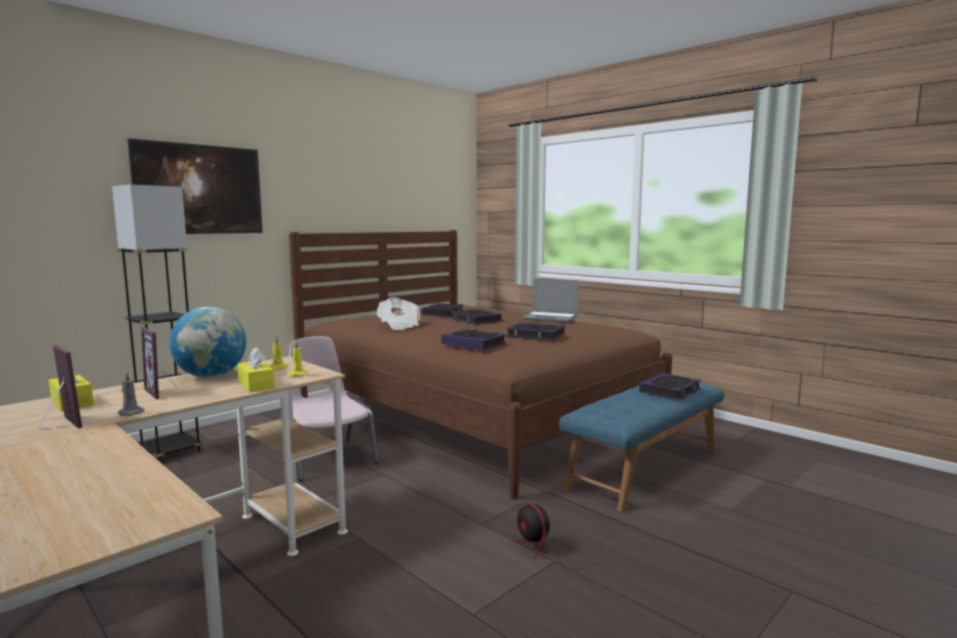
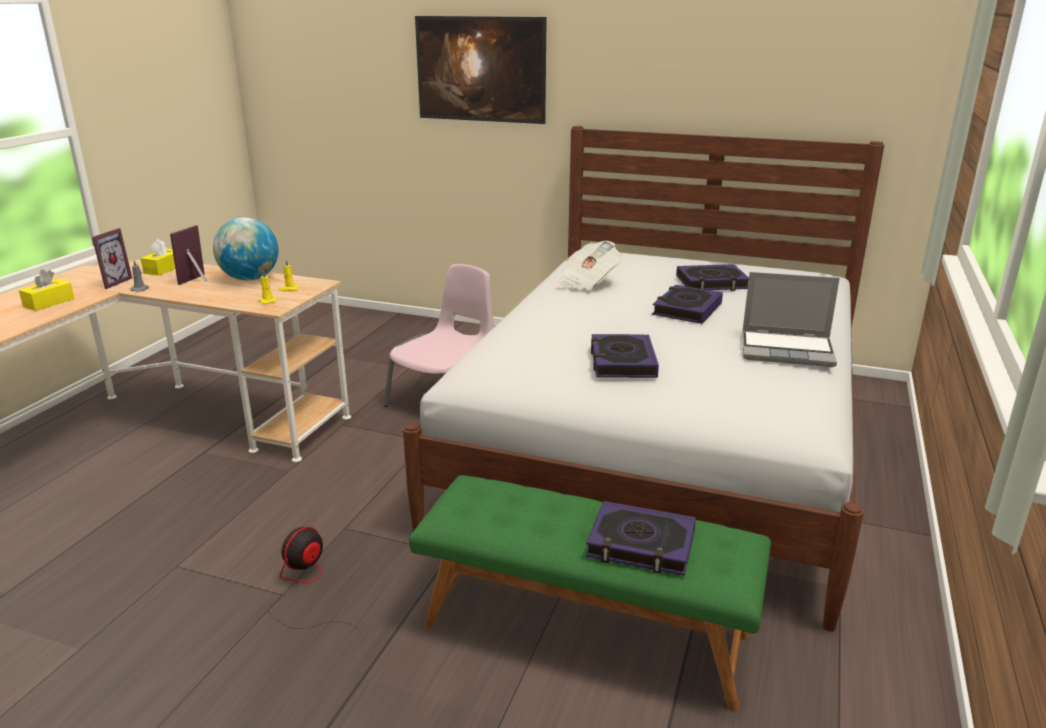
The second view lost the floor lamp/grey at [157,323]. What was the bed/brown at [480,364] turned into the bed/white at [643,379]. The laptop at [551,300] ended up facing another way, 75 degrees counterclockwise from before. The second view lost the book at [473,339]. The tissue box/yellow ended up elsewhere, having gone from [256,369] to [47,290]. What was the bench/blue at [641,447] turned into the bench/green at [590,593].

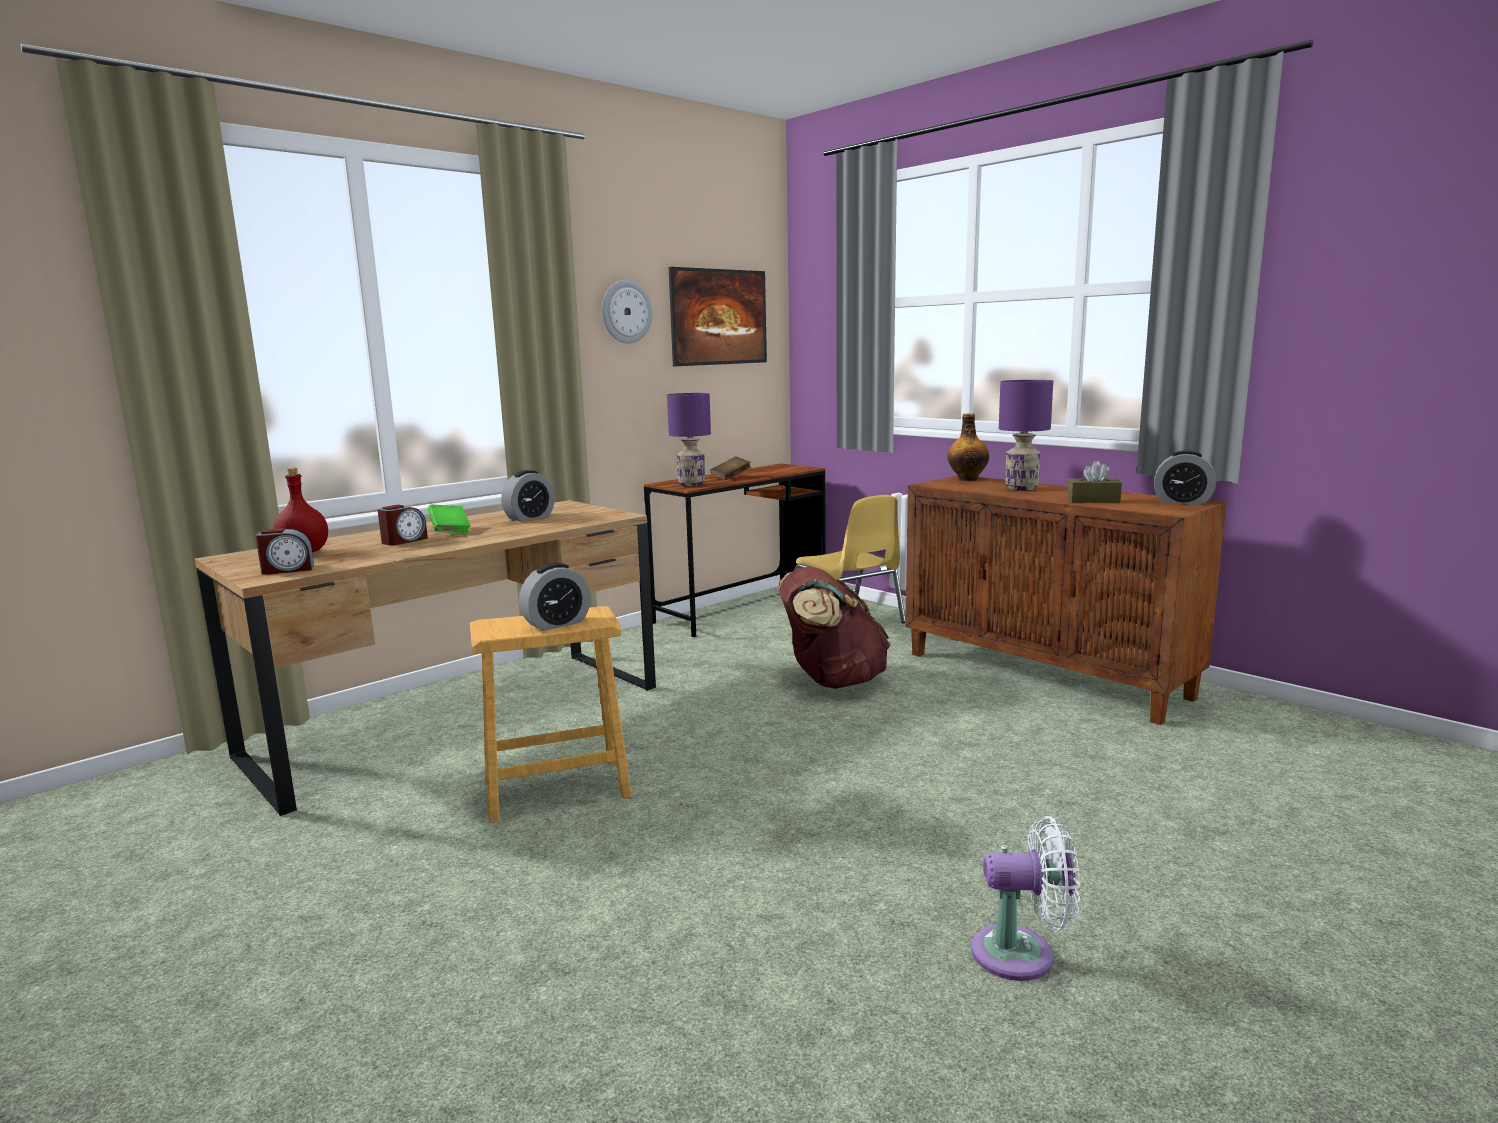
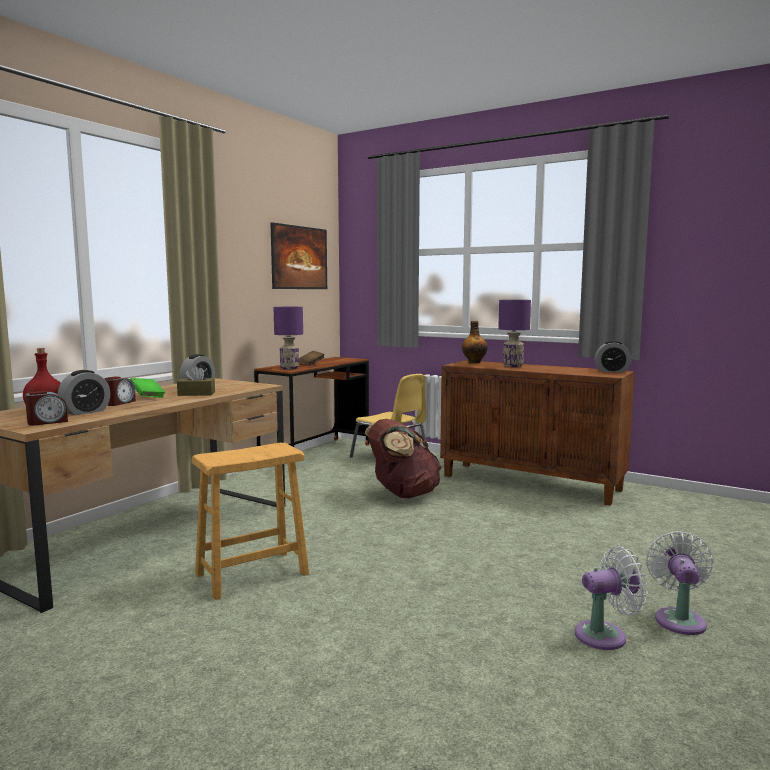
The second view lost the wall clock at [627,312]. The tissue box/brown ended up elsewhere, having gone from [1094,482] to [196,381]. The alarm clock ended up elsewhere, having gone from [555,597] to [84,392]. The second view gained the fan/white at [680,583].

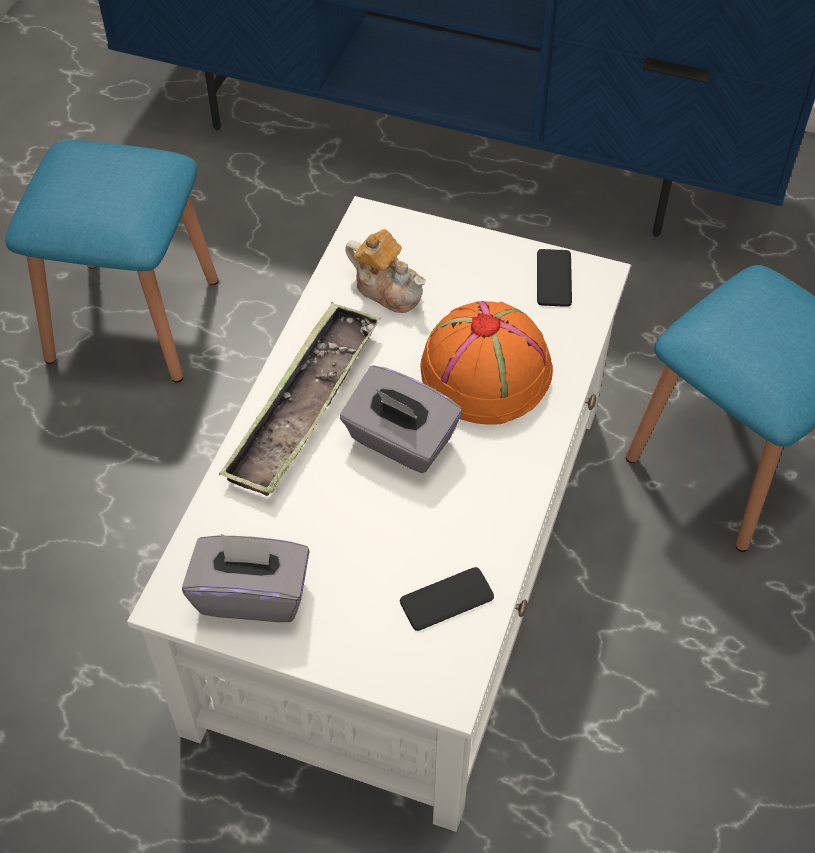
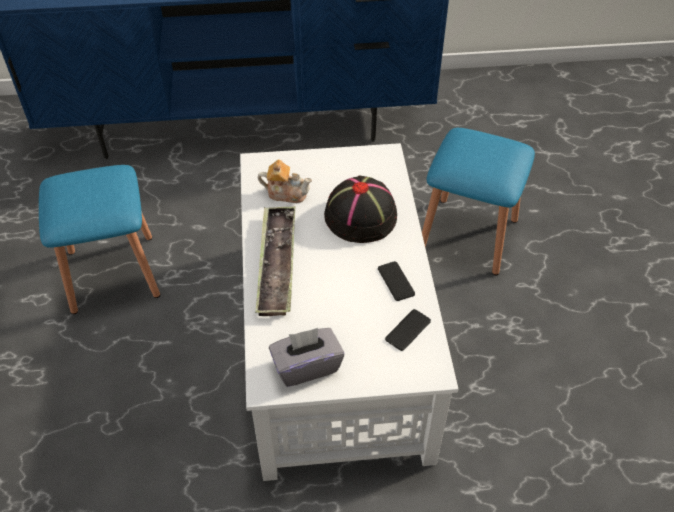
The phone ended up elsewhere, having gone from [554,278] to [396,281]. What was the hat/orange at [486,363] turned into the hat/black at [360,209]. The second view lost the tissue box/grey at [401,419].

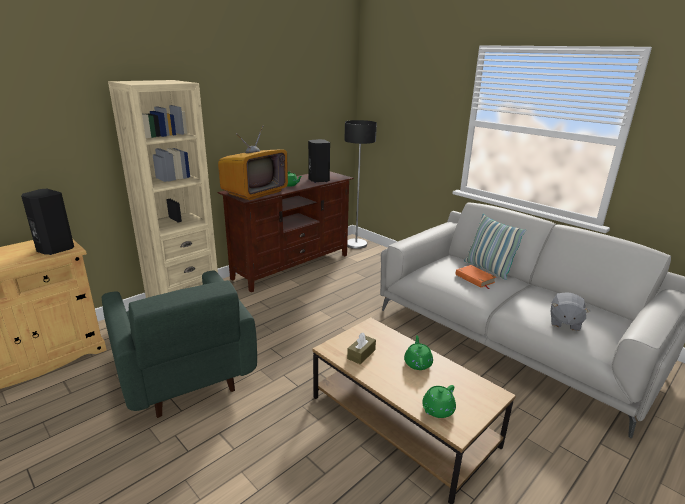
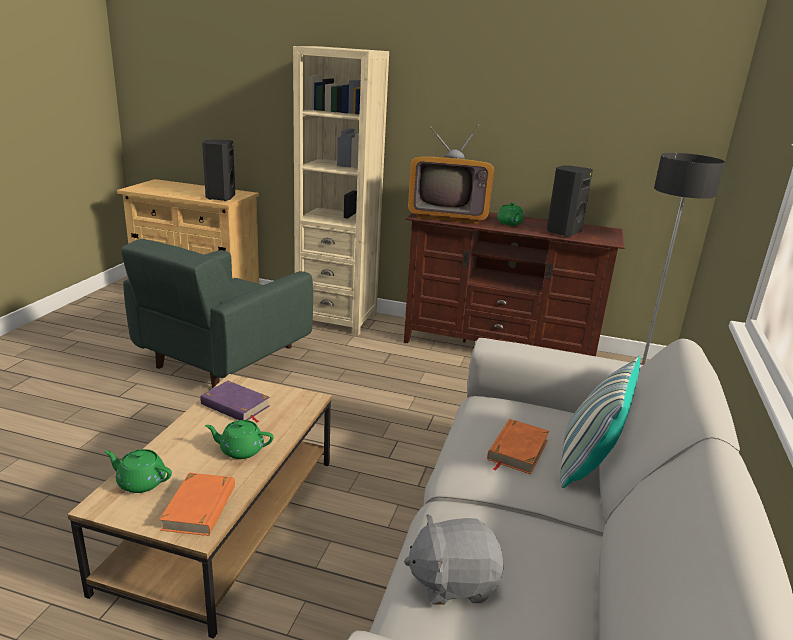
Where the tissue box/brown stood at [361,349], the book/purple came to stand at [235,402]. The teapot/green at [418,352] ended up facing another way, 150 degrees counterclockwise from before. The second view gained the book/orange at [197,504].

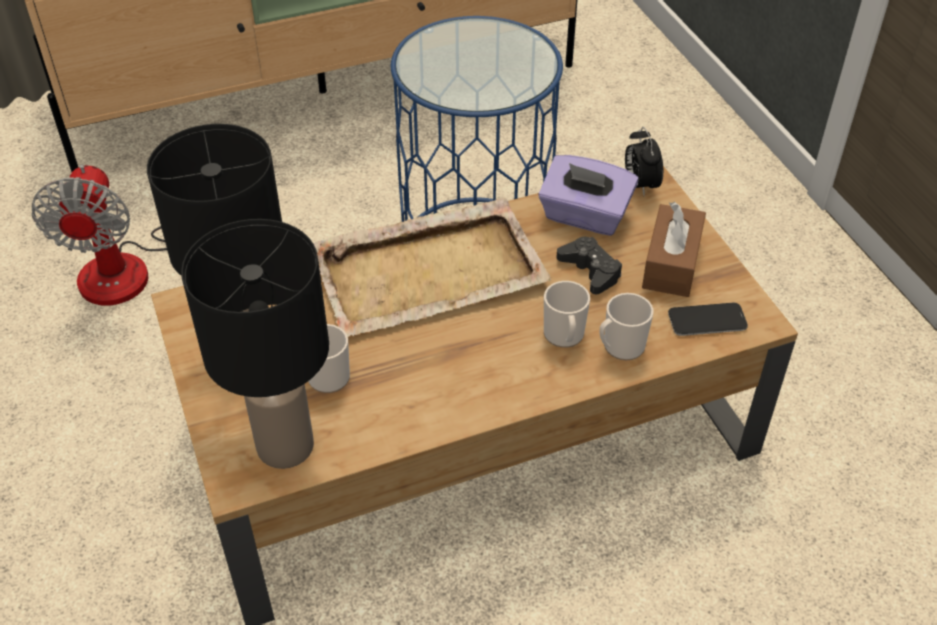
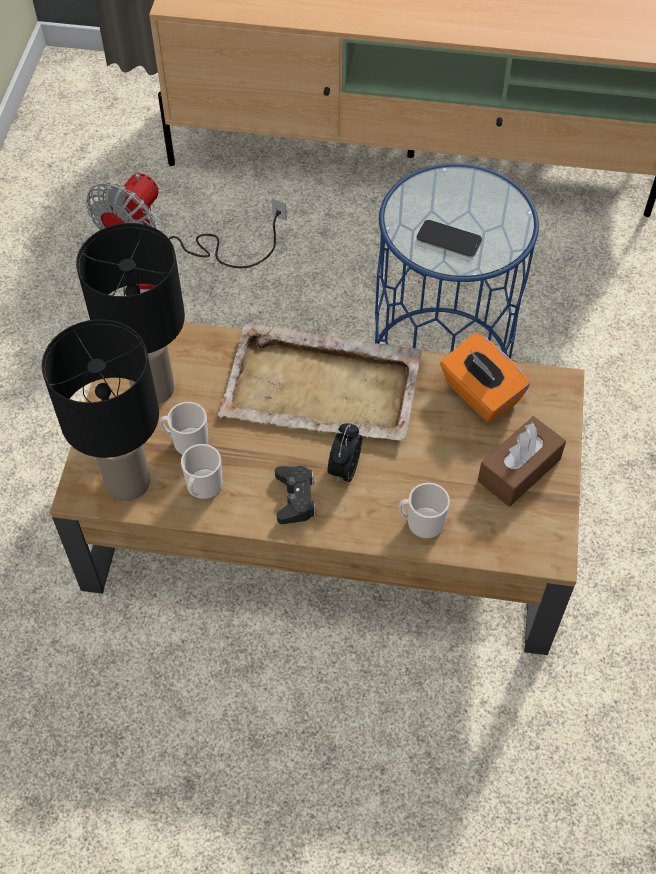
The alarm clock ended up elsewhere, having gone from [644,161] to [345,453]. What was the tissue box/purple at [588,195] turned into the tissue box/orange at [485,377]. The game controller/black ended up elsewhere, having gone from [589,265] to [295,495]. The mug ended up elsewhere, having gone from [567,314] to [202,471]. The phone ended up elsewhere, having gone from [708,319] to [449,239].

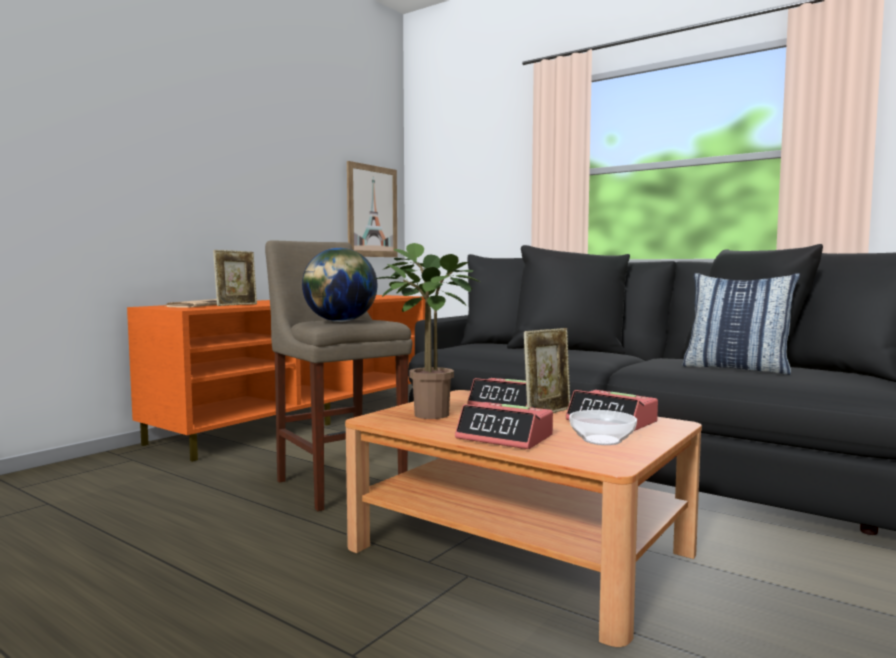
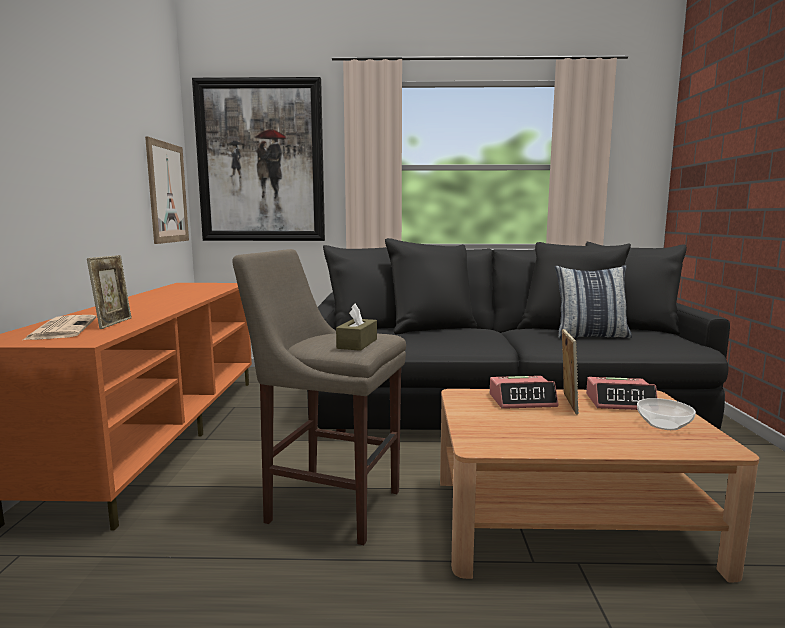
The second view lost the potted plant at [427,331]. Where the globe stood at [339,285], the tissue box/brown came to stand at [356,327]. The second view lost the alarm clock at [504,425]. The second view gained the picture at [258,159].

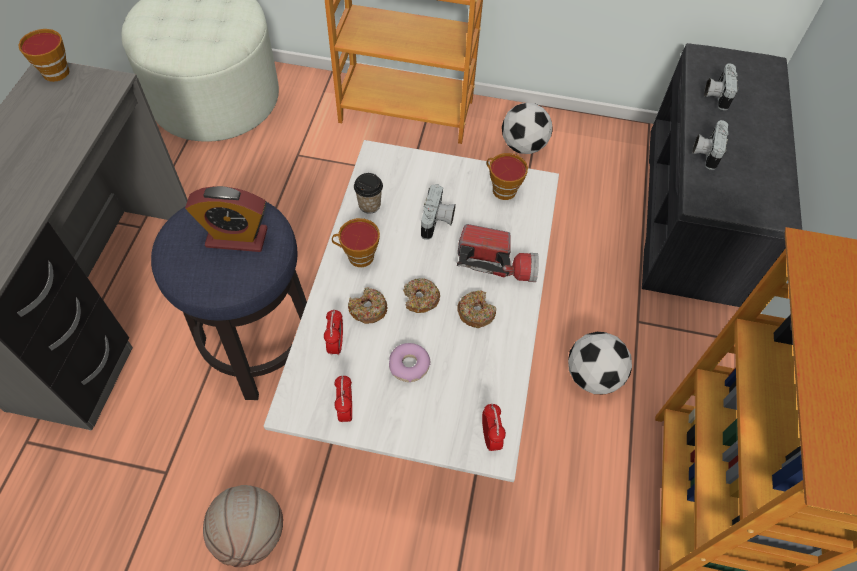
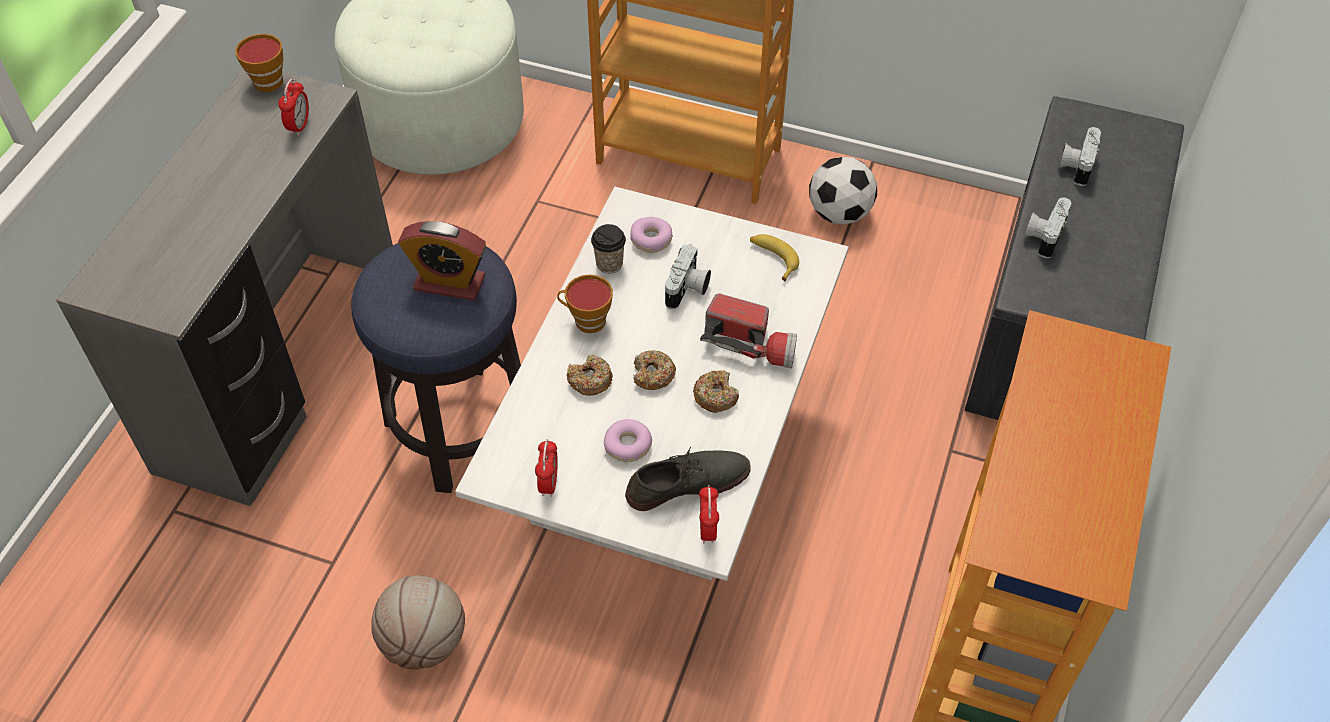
Where the cup stood at [507,176], the banana came to stand at [774,258]. The alarm clock ended up elsewhere, having gone from [333,332] to [293,107]. The second view lost the football at [600,363]. The second view gained the donut at [651,235]. The second view gained the shoe/grey at [688,479].

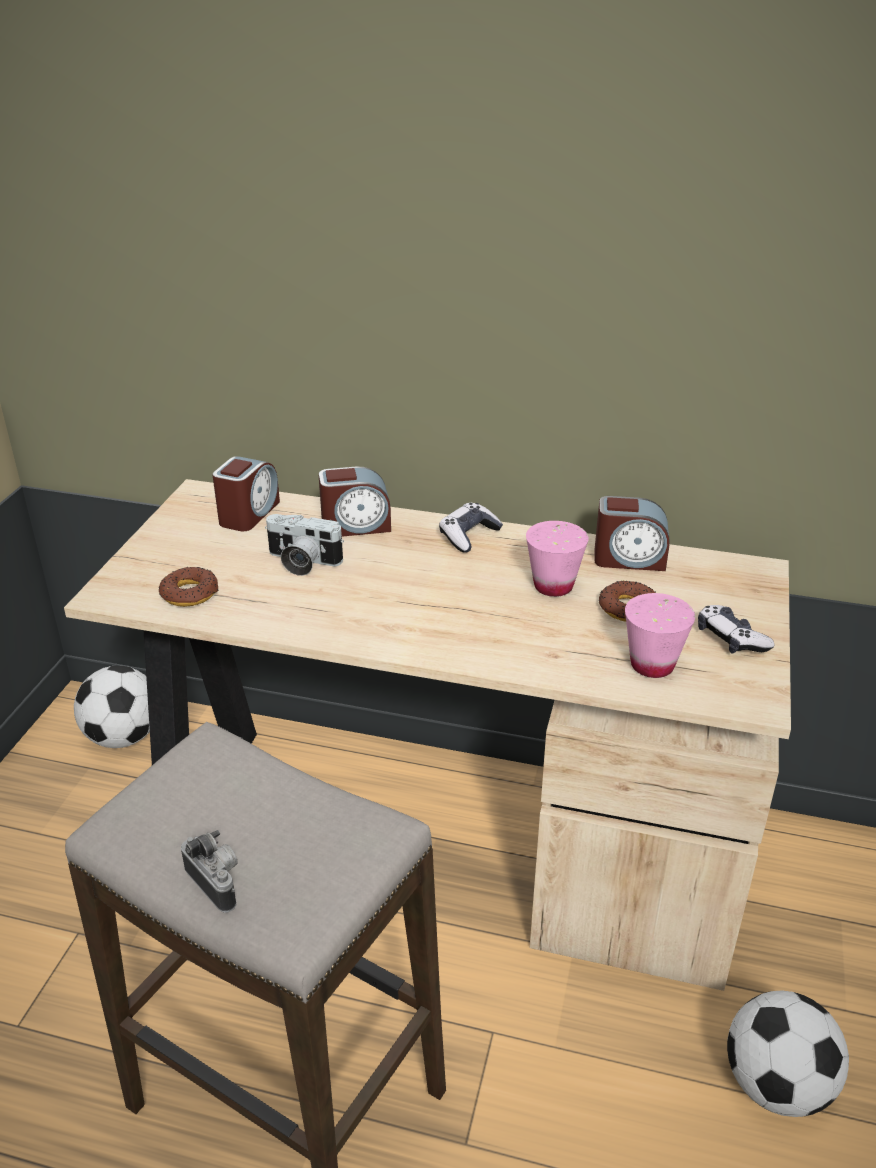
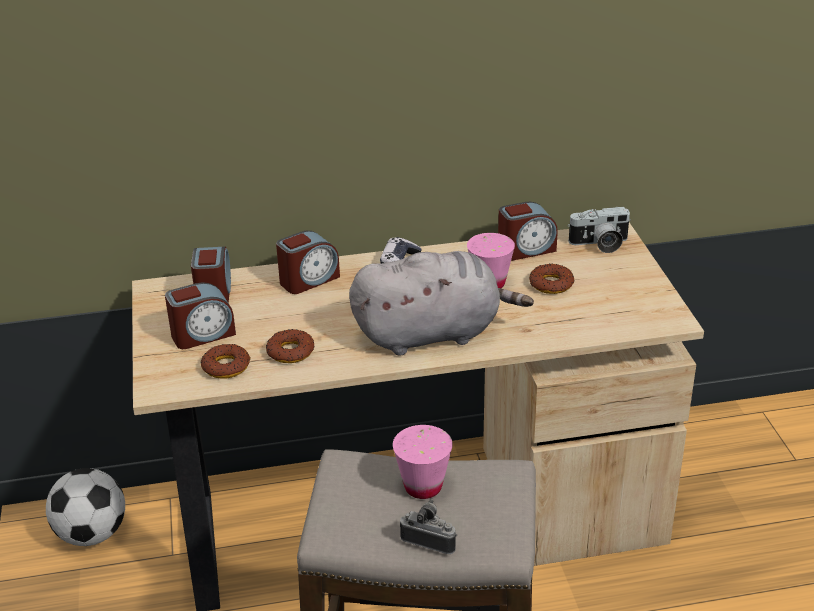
The photo camera ended up elsewhere, having gone from [304,545] to [599,230]. The cup/pink ended up elsewhere, having gone from [660,635] to [423,462]. The second view lost the game controller at [736,629]. The second view lost the football at [788,1053]. The second view gained the plush toy/grey at [441,303]. The second view gained the alarm clock at [200,315]. The second view gained the donut at [290,346].

